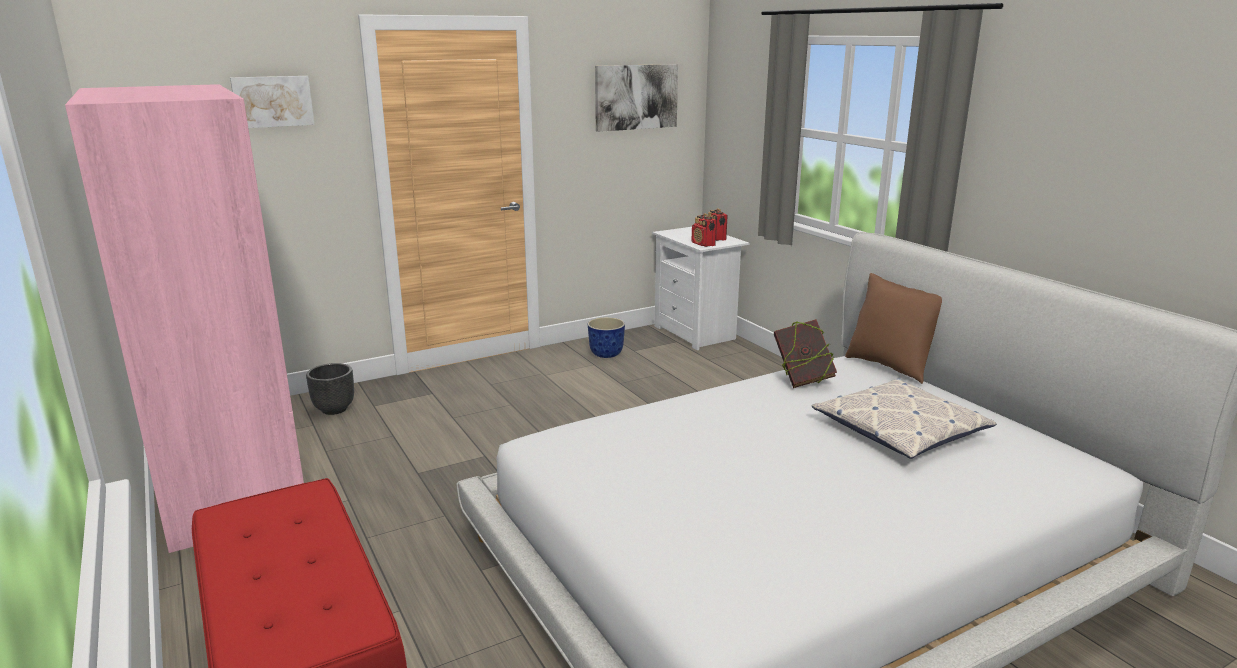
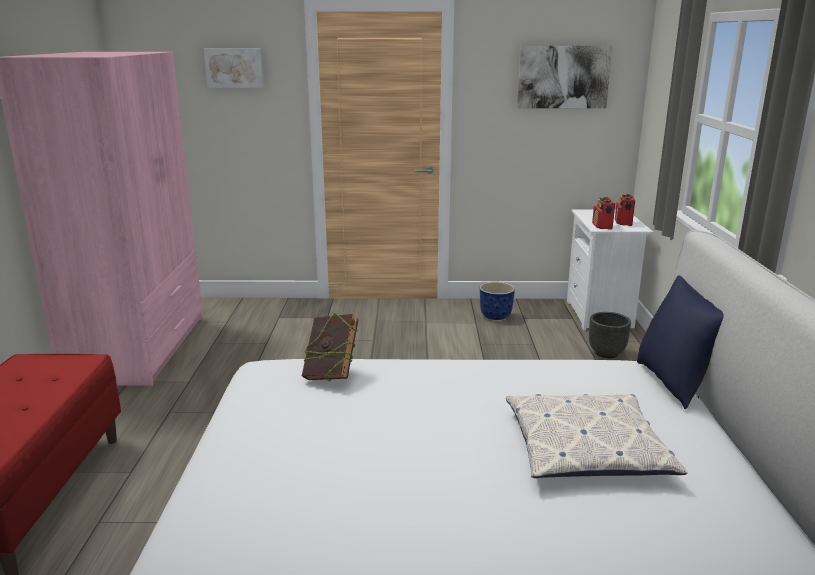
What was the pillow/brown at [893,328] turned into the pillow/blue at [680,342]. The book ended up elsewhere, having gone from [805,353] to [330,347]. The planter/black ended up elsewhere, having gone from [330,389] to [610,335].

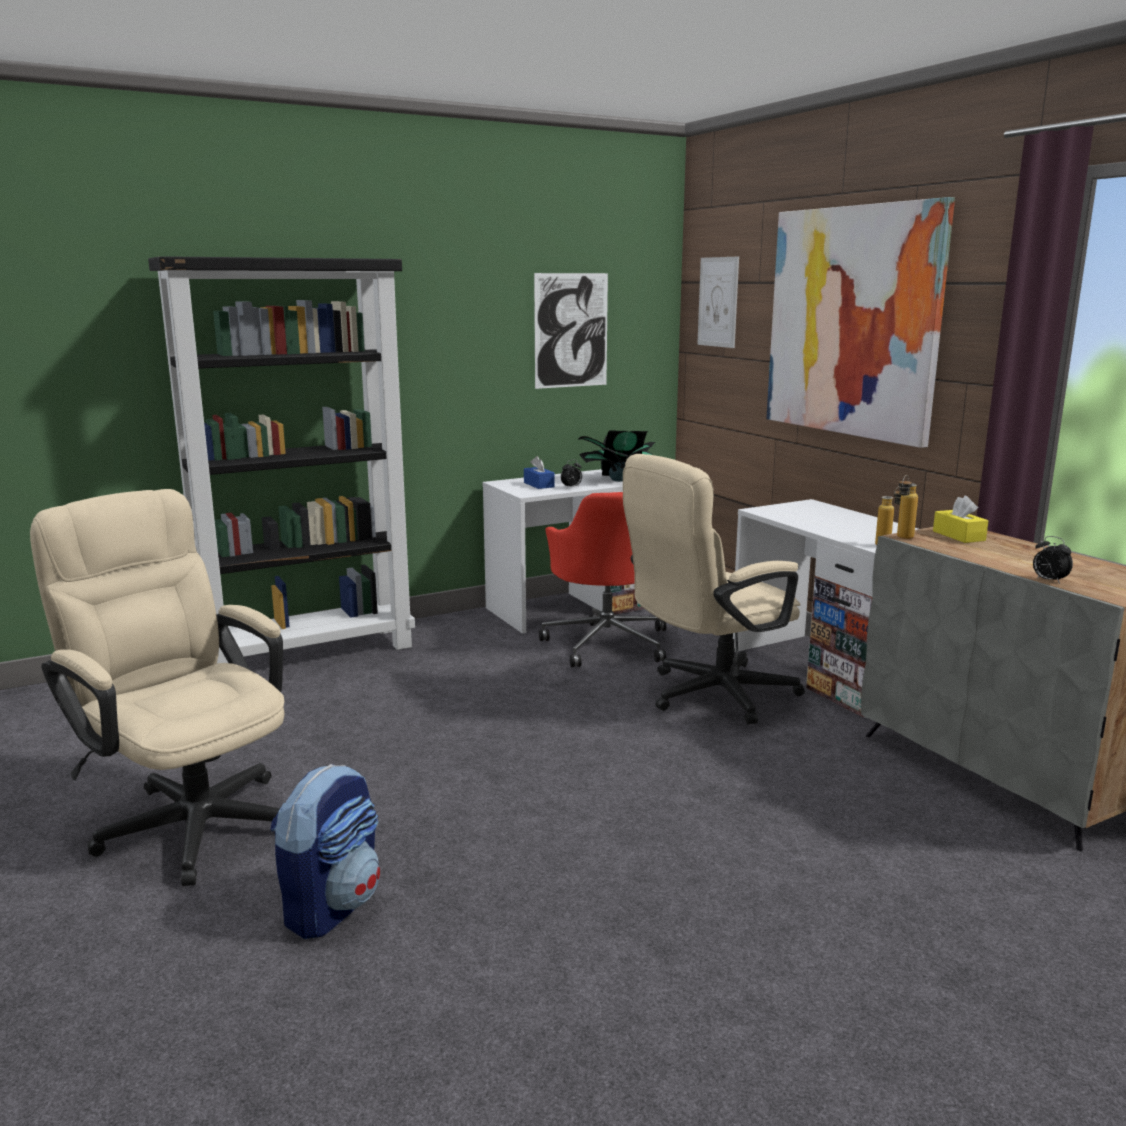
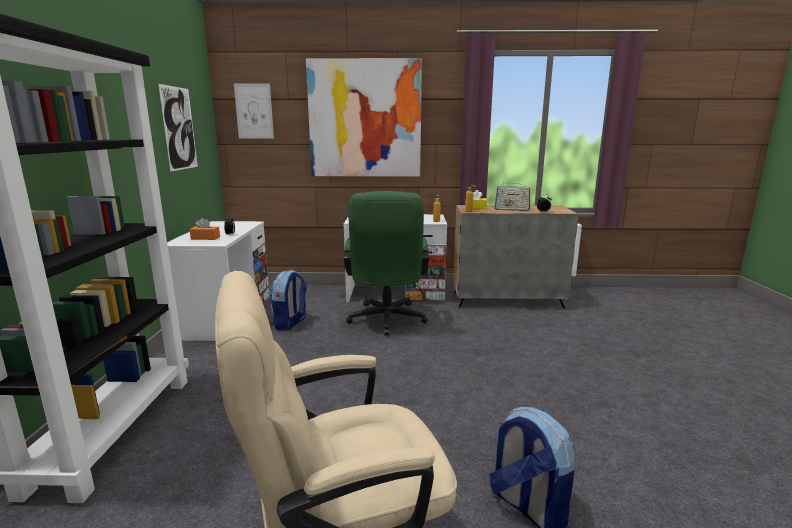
The second view lost the potted plant at [616,456]. What was the office chair/beige at [714,589] turned into the office chair/green at [386,263]. What was the tissue box/blue at [539,472] turned into the tissue box/orange at [204,229]. Where the office chair/red stood at [602,579], the backpack came to stand at [288,300]. The second view gained the radio at [512,195].

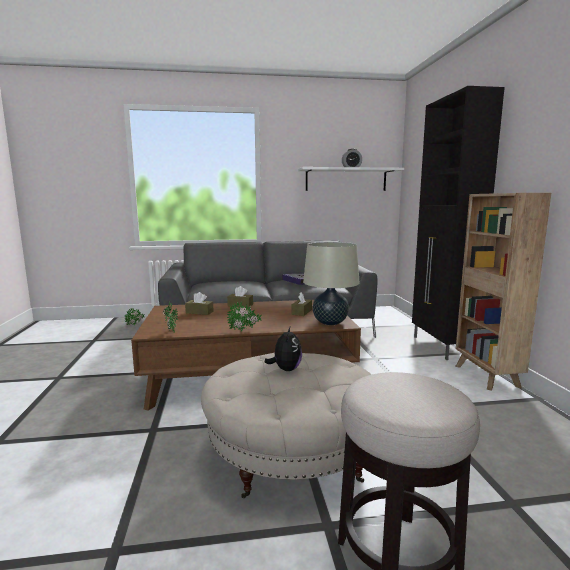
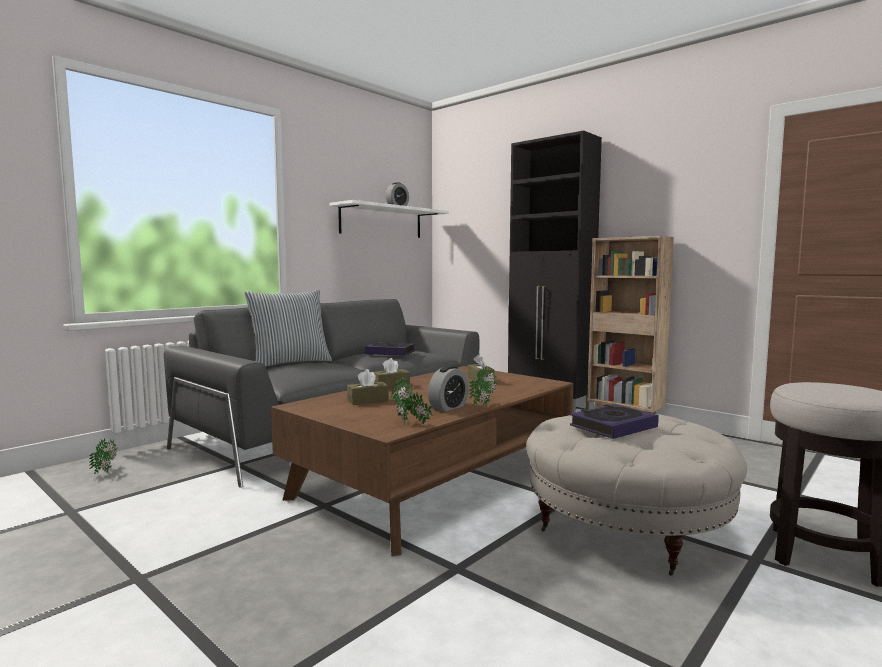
The second view lost the table lamp/beige at [331,283]. Where the plush toy stood at [283,349], the book came to stand at [614,421]. The second view gained the pillow at [288,328]. The second view gained the alarm clock at [448,389].

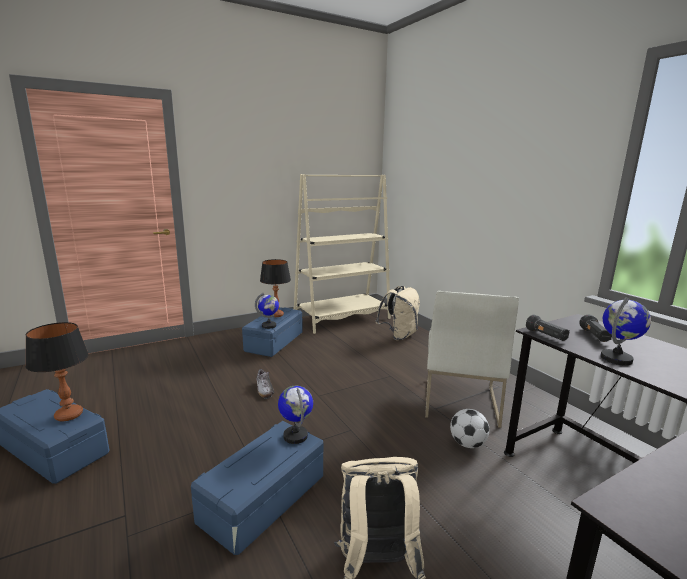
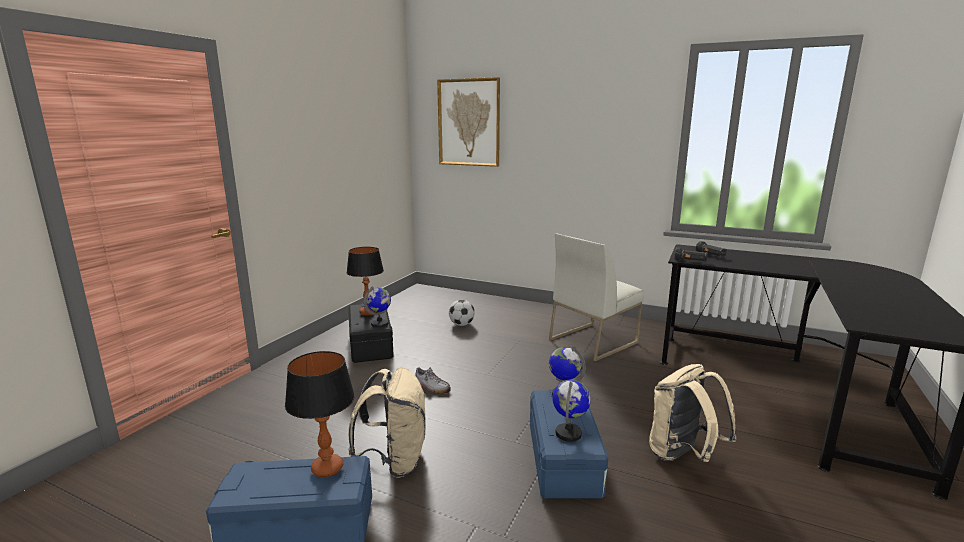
The second view lost the bookcase/beige at [342,254]. The backpack/beige ended up elsewhere, having gone from [398,313] to [387,422]. The chair/white at [472,359] ended up facing another way, 75 degrees clockwise from before. The globe ended up elsewhere, having gone from [625,331] to [571,411]. What was the storage box/blue at [272,332] turned into the storage box/black at [371,333]. The football ended up elsewhere, having gone from [470,428] to [462,313]. The second view gained the picture at [468,122].

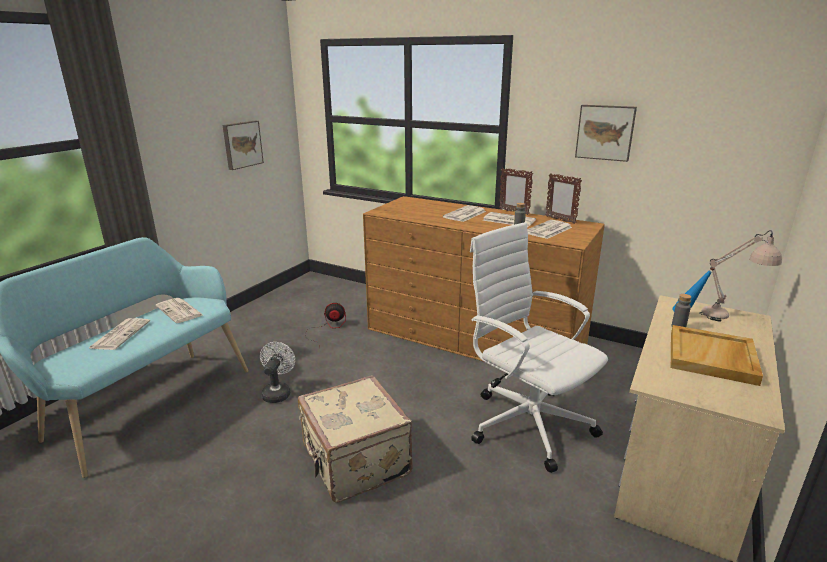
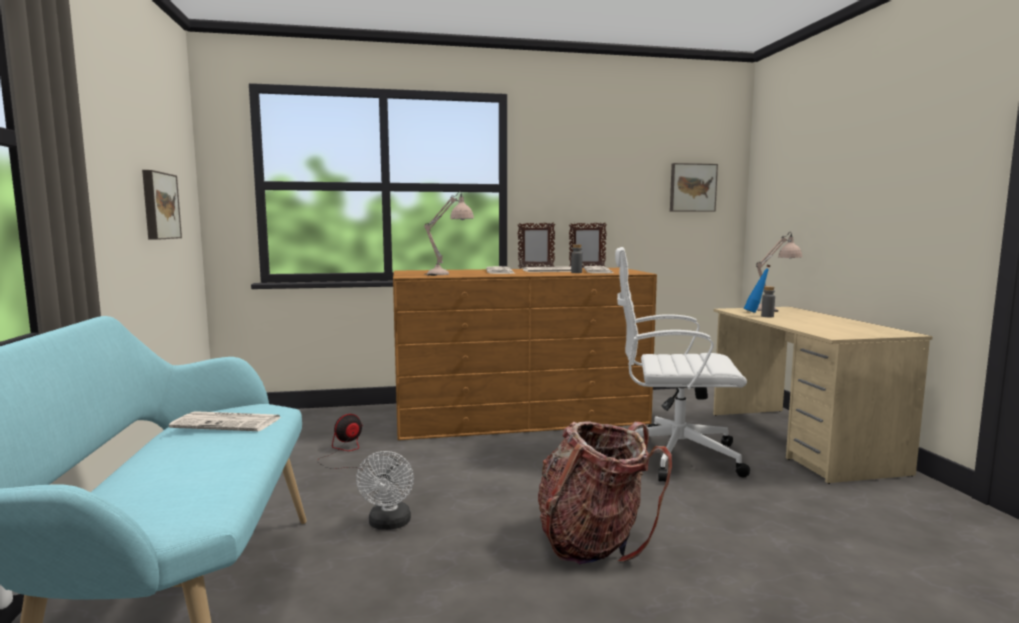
The picture ended up elsewhere, having gone from [606,133] to [694,187]. The second view lost the newspaper at [119,334]. The second view lost the tray/beige at [717,355]. The fan/white at [277,372] ended up facing another way, 150 degrees counterclockwise from before. Where the suitcase/beige stood at [355,439], the backpack came to stand at [605,493]. The second view gained the table lamp/beige at [449,233].

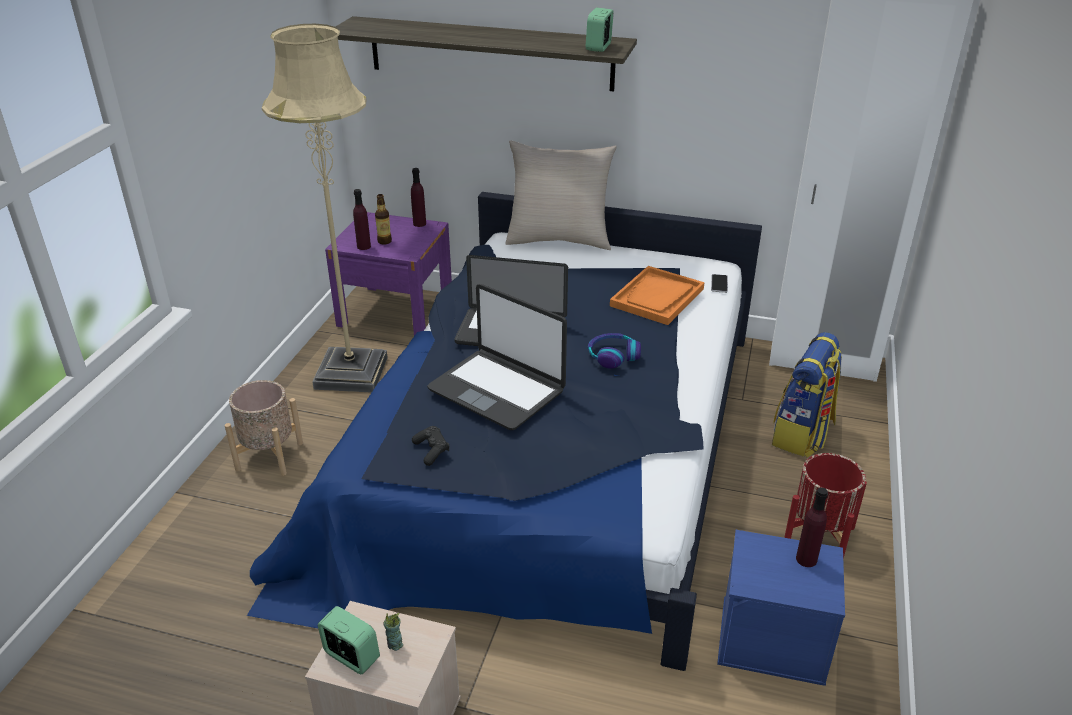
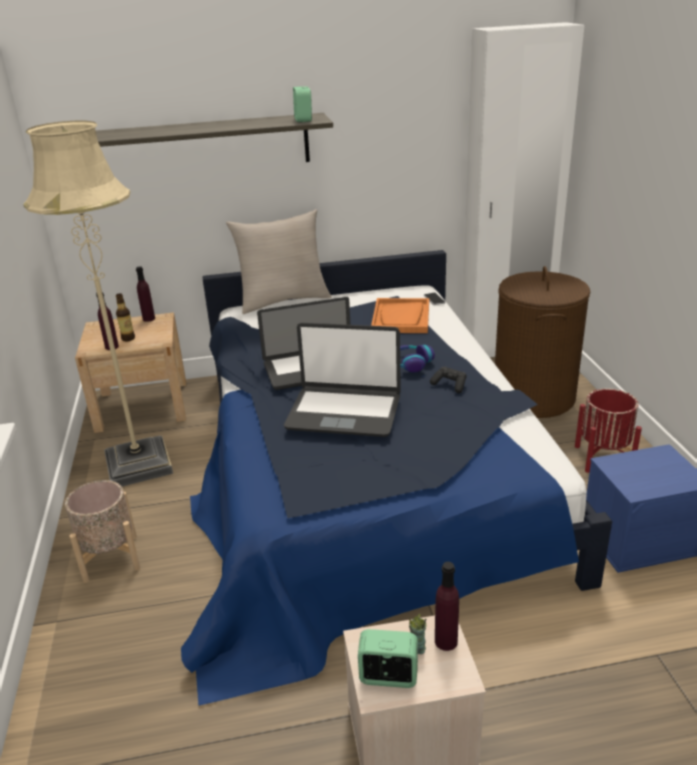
What was the nightstand/purple at [388,274] turned into the nightstand/beige at [130,372]. Where the backpack stood at [807,394], the laundry basket/brown came to stand at [543,342]. The game controller/black ended up elsewhere, having gone from [431,446] to [448,380]. The bottle/purple ended up elsewhere, having gone from [812,527] to [447,606].

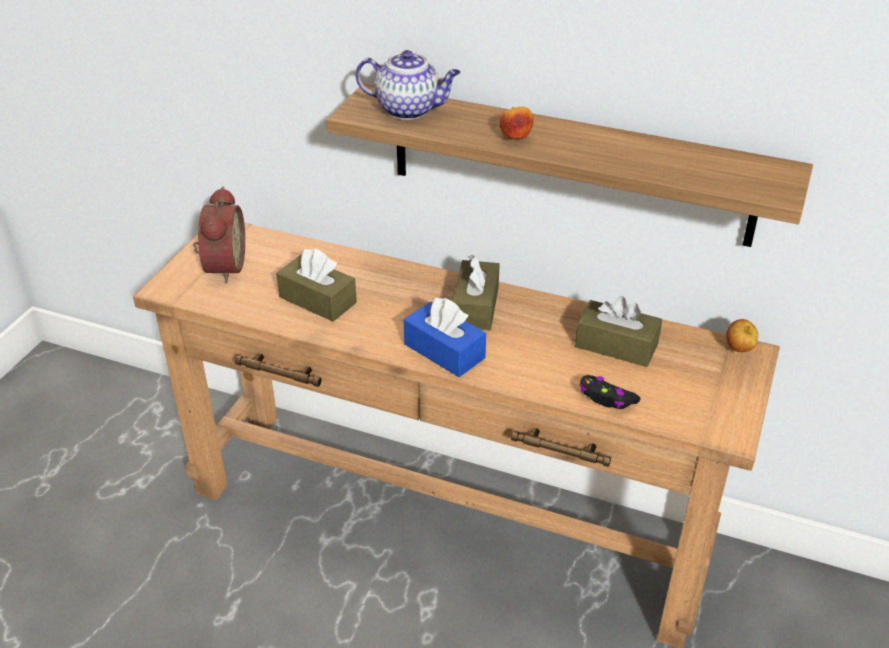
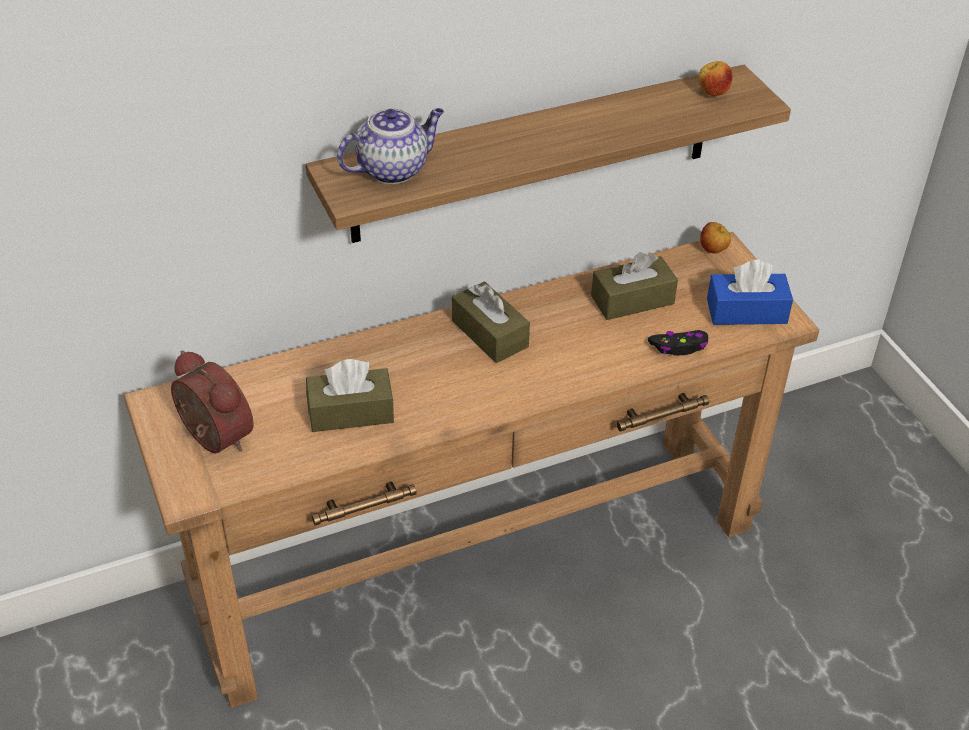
The apple ended up elsewhere, having gone from [517,123] to [715,78]. The tissue box/blue ended up elsewhere, having gone from [445,337] to [750,292].

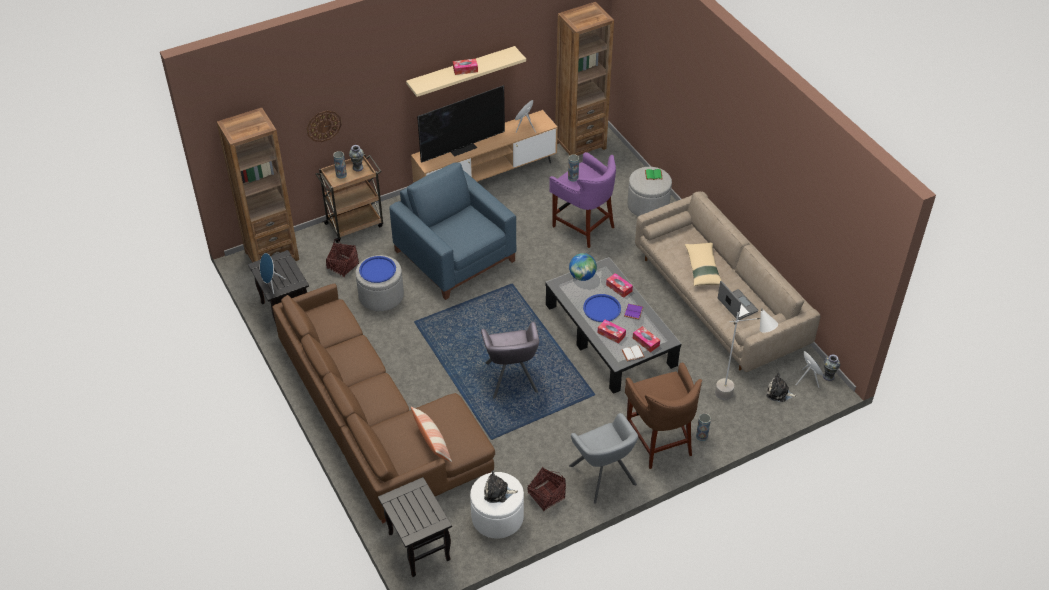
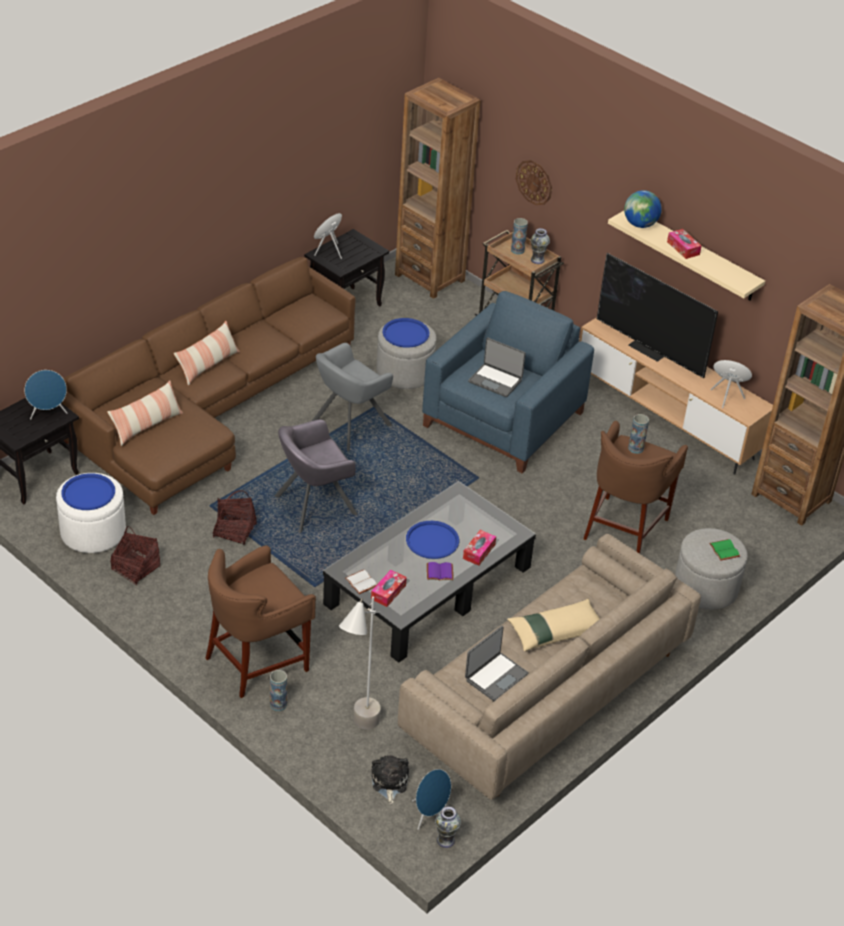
What was the stool/purple at [582,200] turned into the stool/brown at [635,487]. The basket ended up elsewhere, having gone from [342,257] to [235,517]. The globe ended up elsewhere, having gone from [583,267] to [643,209]. The second view lost the tissue box at [612,332]. The armchair/grey ended up elsewhere, having gone from [603,458] to [352,397]. Where the plush toy stood at [501,486], the tray/blue came to stand at [88,491]. The second view gained the pillow at [206,353]. The second view gained the laptop at [497,367]. The second view gained the speaker/blue at [46,395].

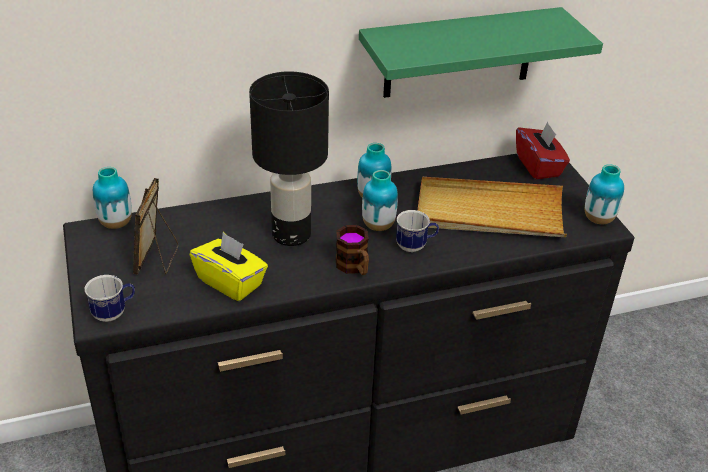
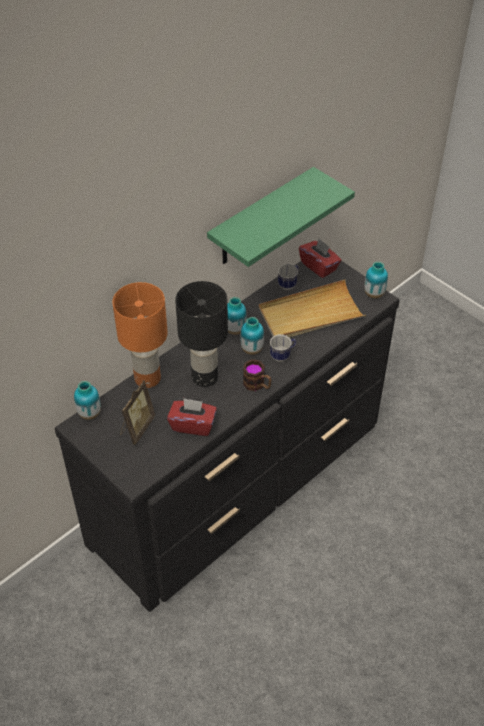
The picture frame at [156,226] ended up facing another way, 135 degrees counterclockwise from before. What was the tissue box/yellow at [229,266] turned into the tissue box/red at [192,417]. The mug ended up elsewhere, having gone from [110,298] to [288,277]. The second view gained the table lamp/orange at [140,335].

